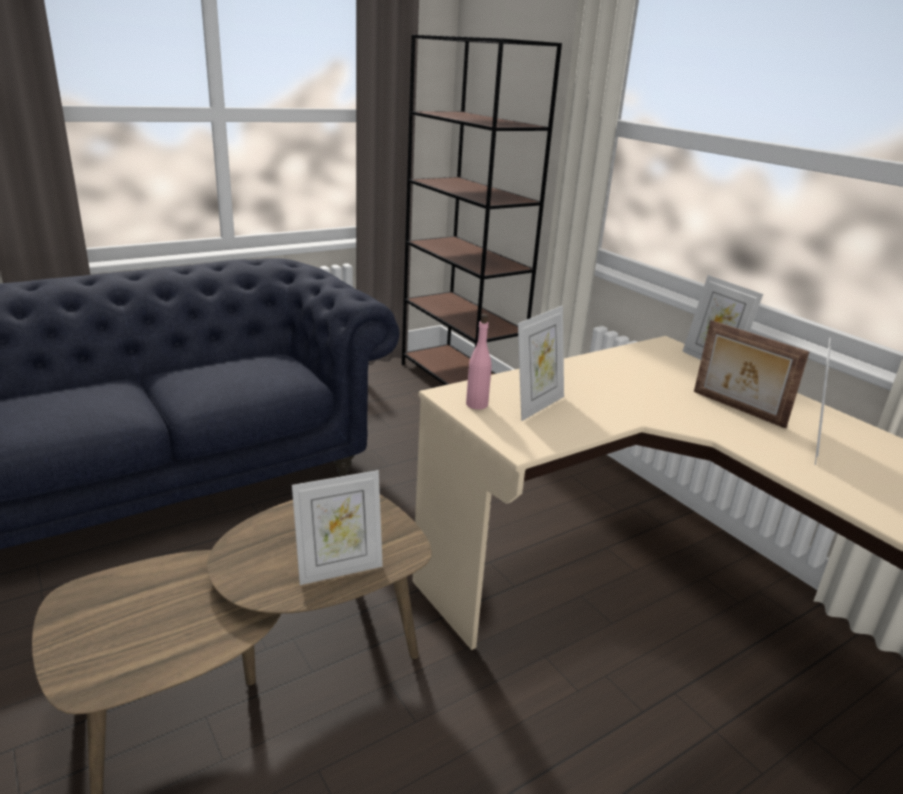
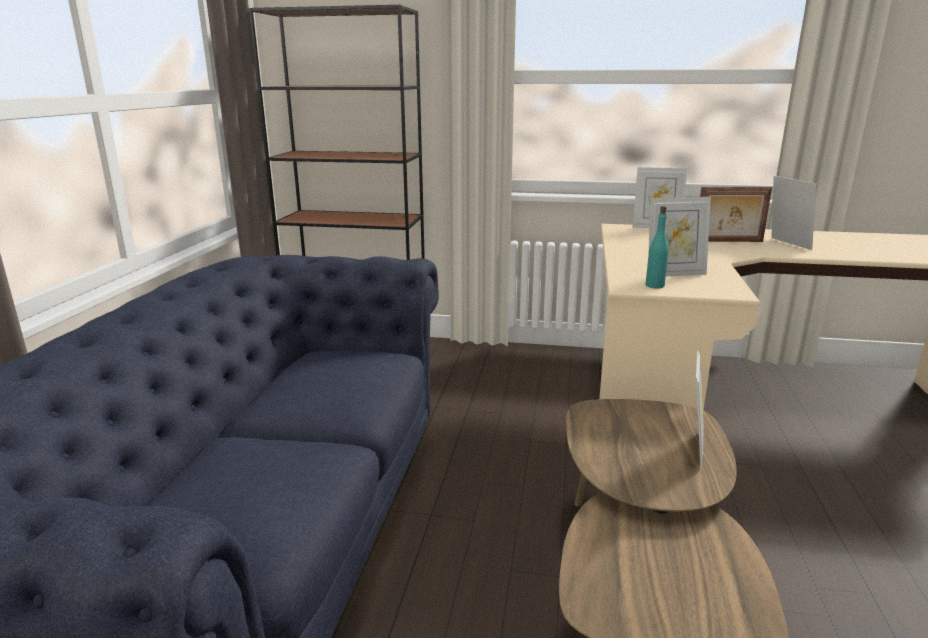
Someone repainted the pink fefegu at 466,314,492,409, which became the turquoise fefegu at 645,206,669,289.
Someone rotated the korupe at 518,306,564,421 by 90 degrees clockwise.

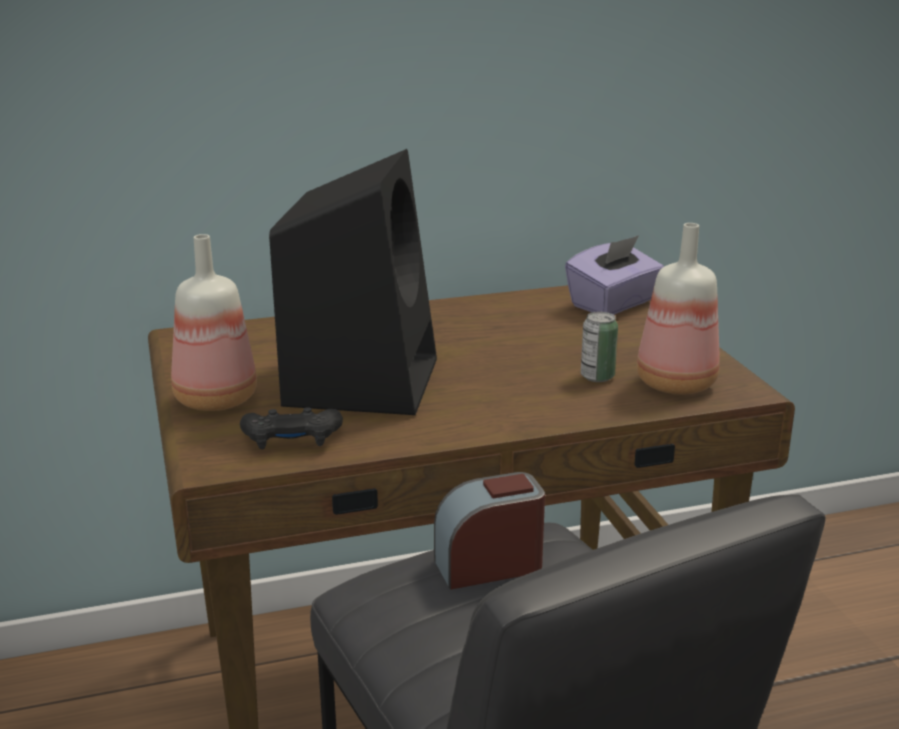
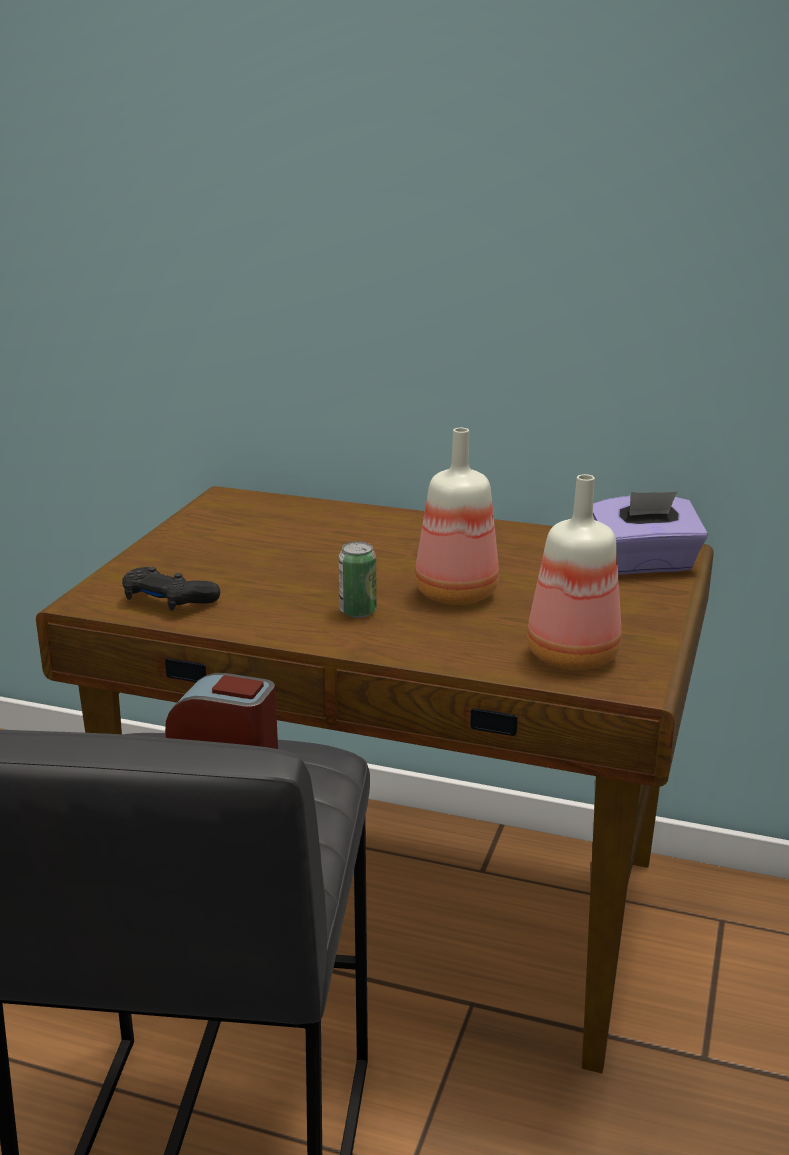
Someone carried the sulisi from 581,312,618,382 to 339,542,377,618.
Someone carried the fefegu from 171,234,257,411 to 415,428,499,605.
Someone took away the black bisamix at 269,149,437,415.

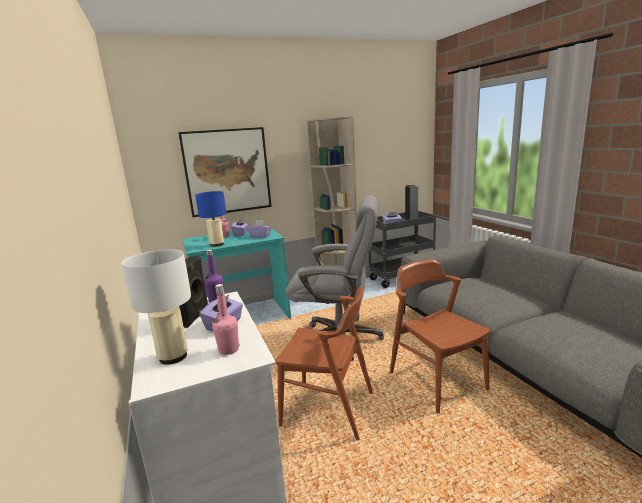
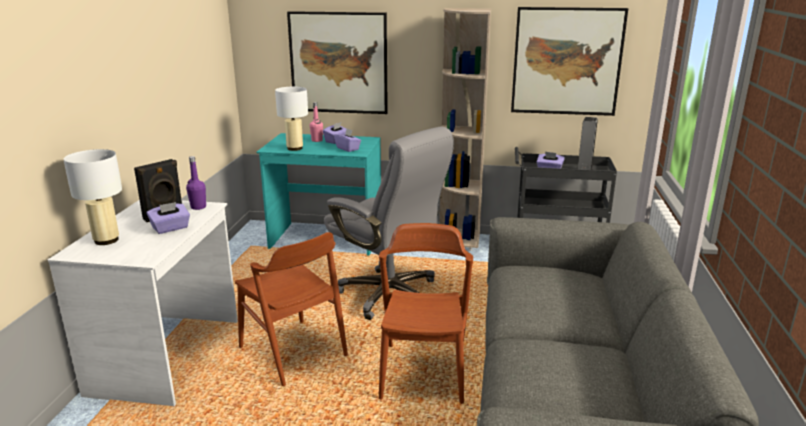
Someone repainted the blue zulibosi at 195,191,226,247, which became the white zulibosi at 275,87,308,151.
Someone put up the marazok at 511,7,628,116.
Someone took away the pink fefegu at 212,284,240,355.

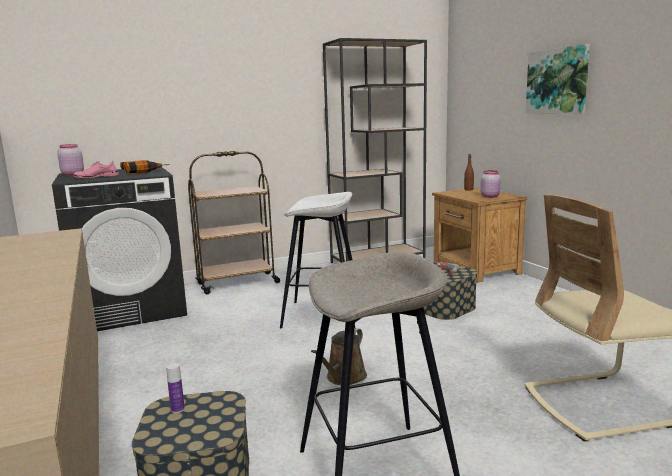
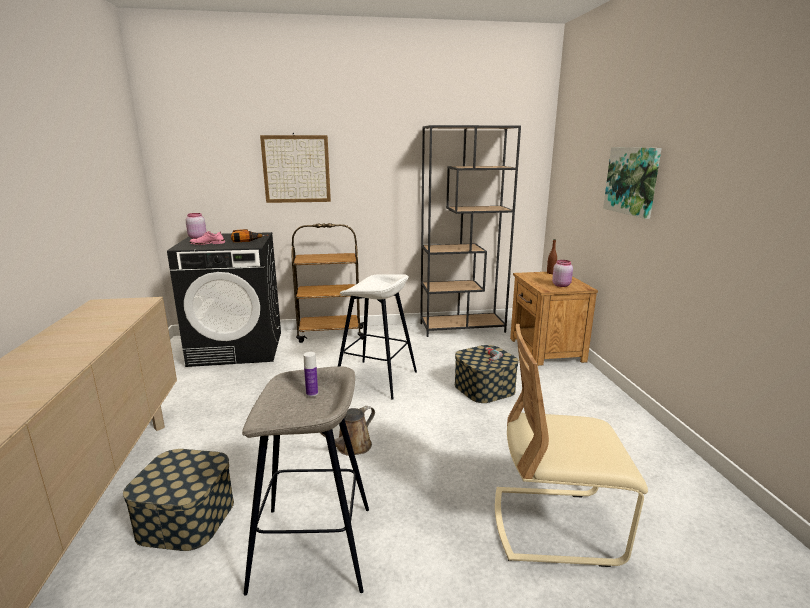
Someone put up the marazok at 260,133,331,203.
Someone carried the fefegu from 166,363,185,413 to 304,352,318,397.

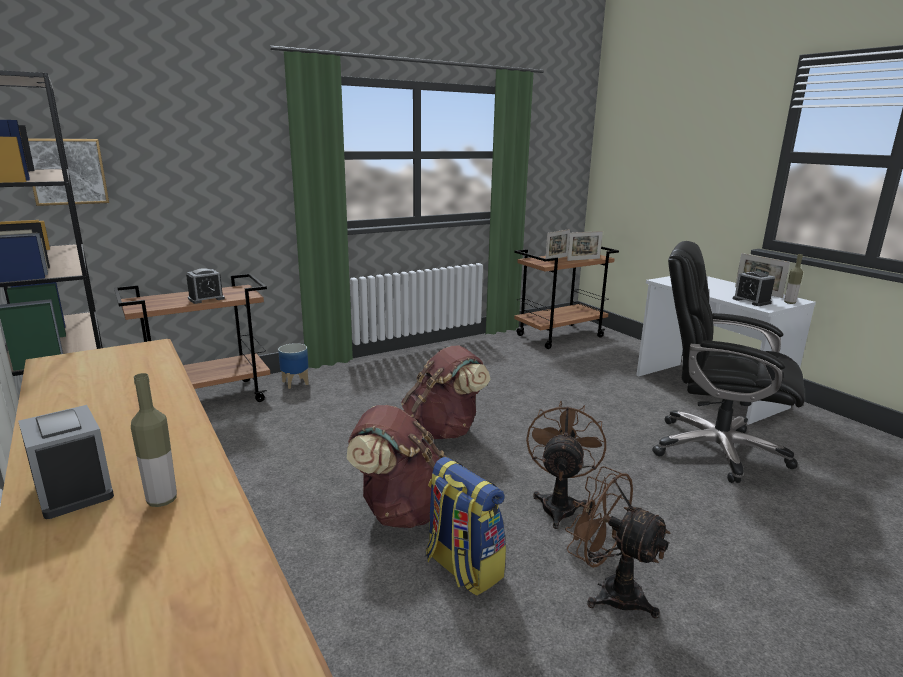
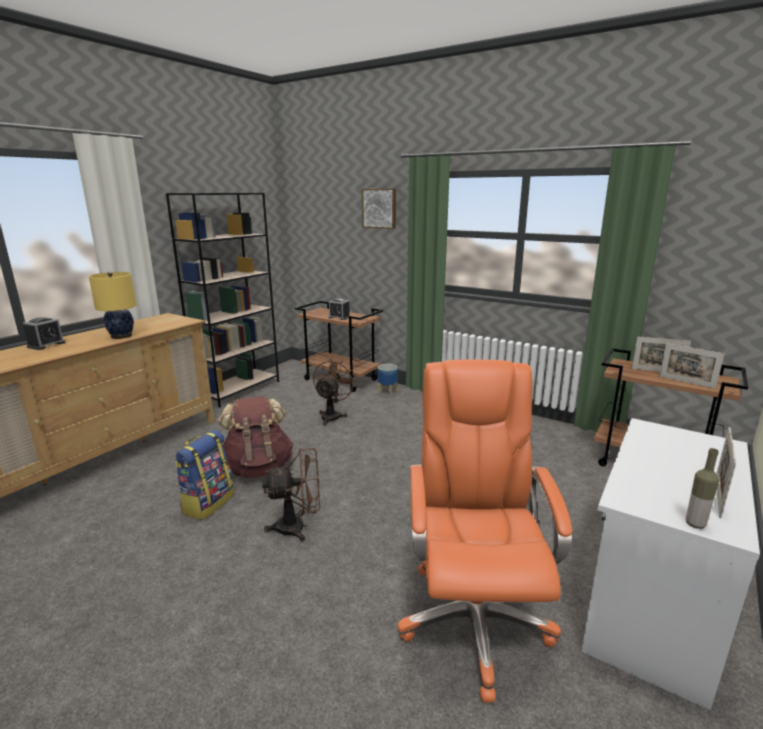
Someone put down the yellow zulibosi at 89,272,136,339.
Someone carried the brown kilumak from 565,466,671,619 to 313,359,356,426.
Someone carried the marazok from 28,138,109,206 to 362,188,396,229.
Someone repainted the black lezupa at 652,241,805,483, which became the orange lezupa at 398,360,573,703.
Someone took away the fefegu at 131,373,177,507.
Someone took away the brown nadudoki at 401,345,491,439.
Someone took away the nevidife at 733,271,775,306.

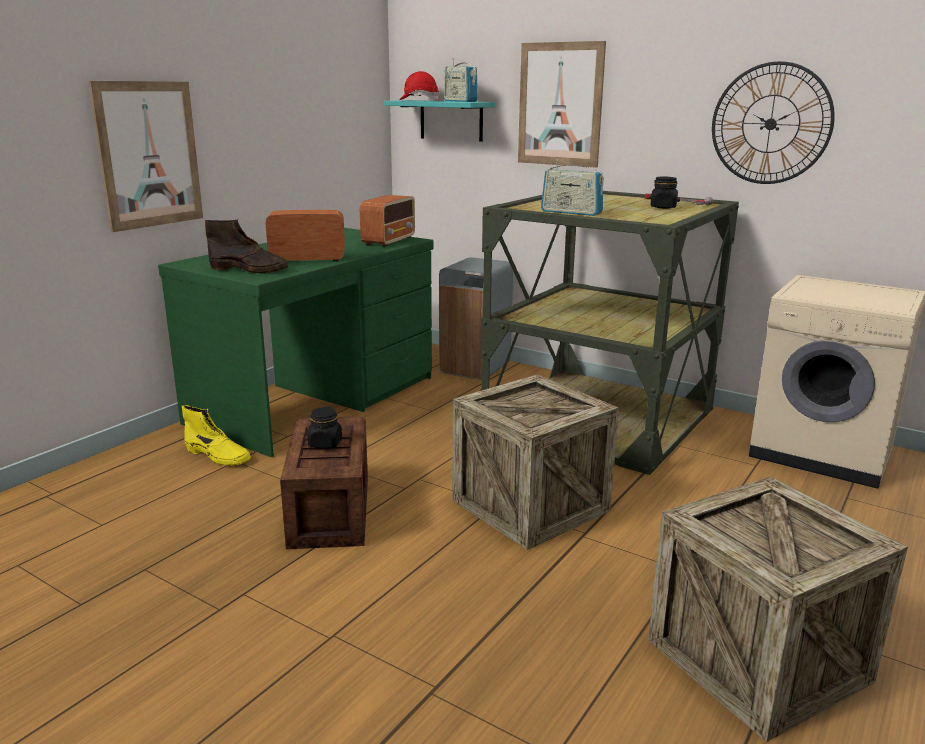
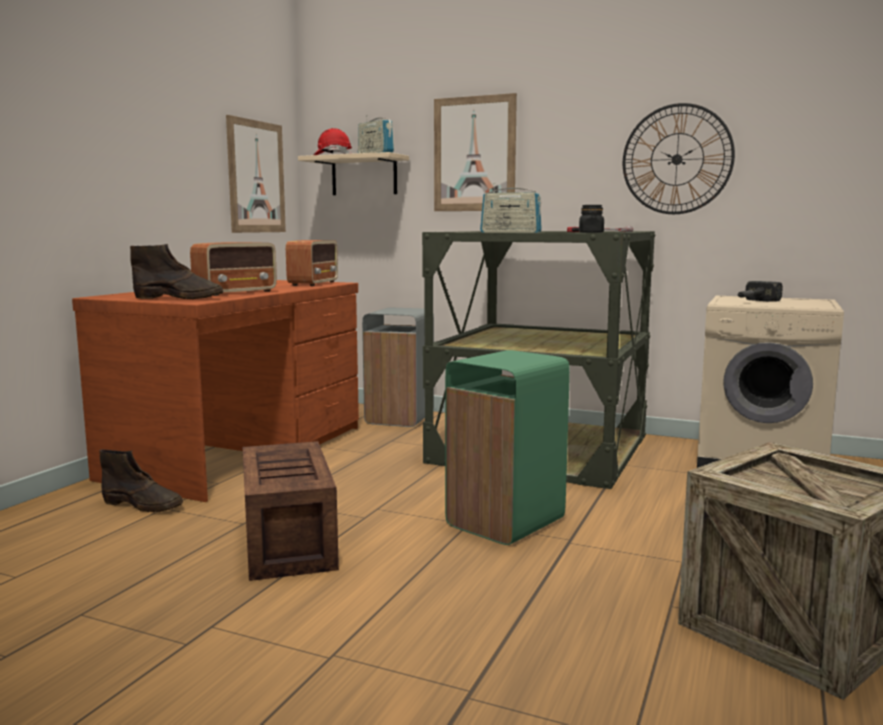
Someone repainted the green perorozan at 158,228,433,457, which became the brown perorozan at 72,280,359,502.
Someone repainted the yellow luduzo at 182,405,251,466, which became the brown luduzo at 99,449,183,512.
Someone rotated the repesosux at 266,210,345,261 by 150 degrees clockwise.
Someone carried the marazok from 88,81,203,232 to 226,115,286,233.
Someone repainted the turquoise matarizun at 384,100,495,142, which became the beige matarizun at 298,152,409,195.
Someone swapped the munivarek at 452,375,619,550 for the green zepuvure at 445,350,570,545.
Someone put down the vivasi at 737,281,783,302.
Someone took away the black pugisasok at 307,407,342,448.

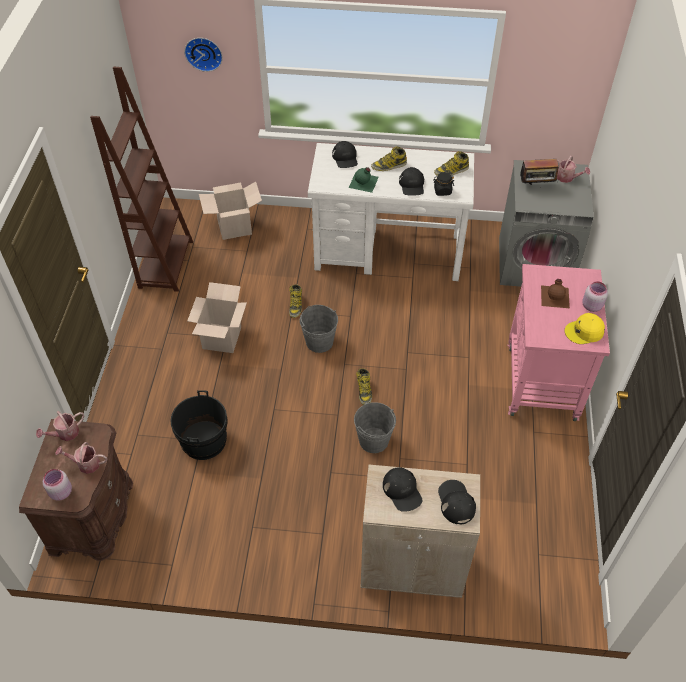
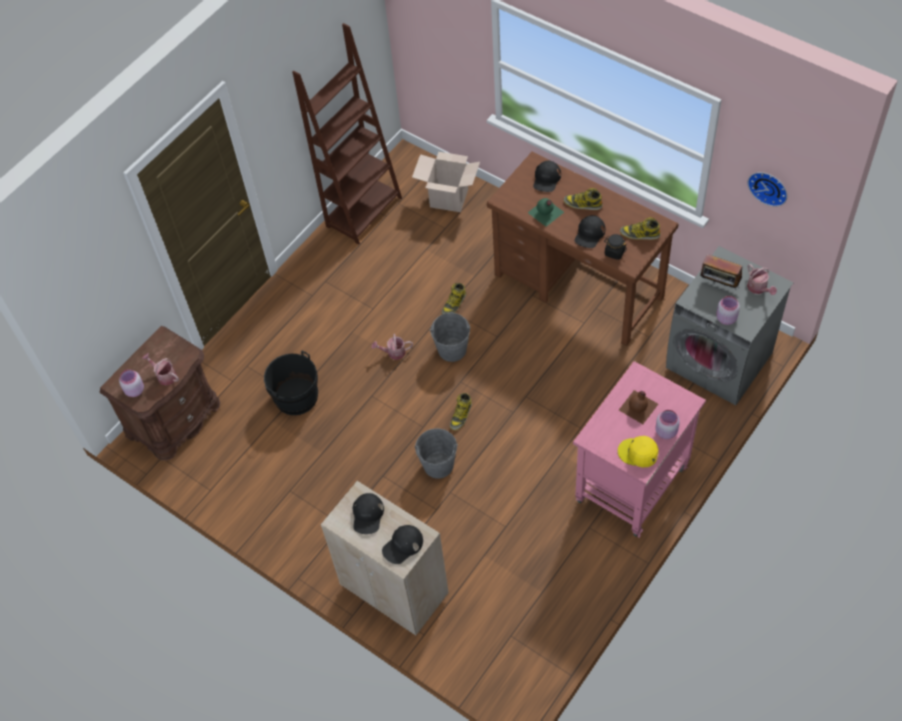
Someone carried the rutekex from 36,411,84,441 to 372,334,413,360.
Someone rotated the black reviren at 438,480,476,524 by 150 degrees counterclockwise.
Someone repainted the white perorozan at 308,143,474,281, which became the brown perorozan at 487,152,679,346.
Someone put down the pink pugisasok at 716,296,740,325.
Someone carried the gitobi from 184,38,223,72 to 748,172,787,207.
Someone took away the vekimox at 187,282,247,353.

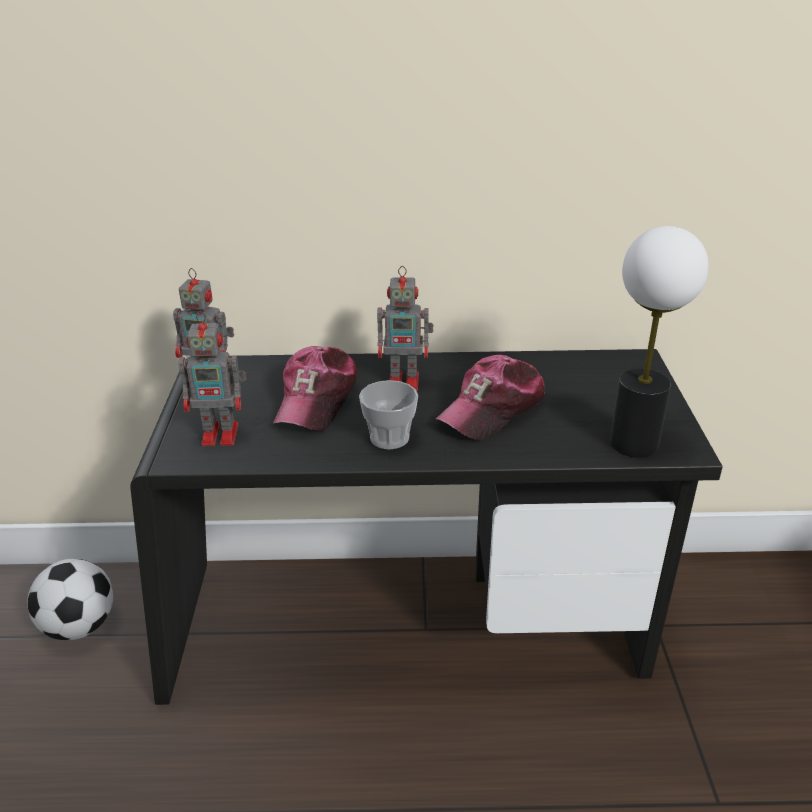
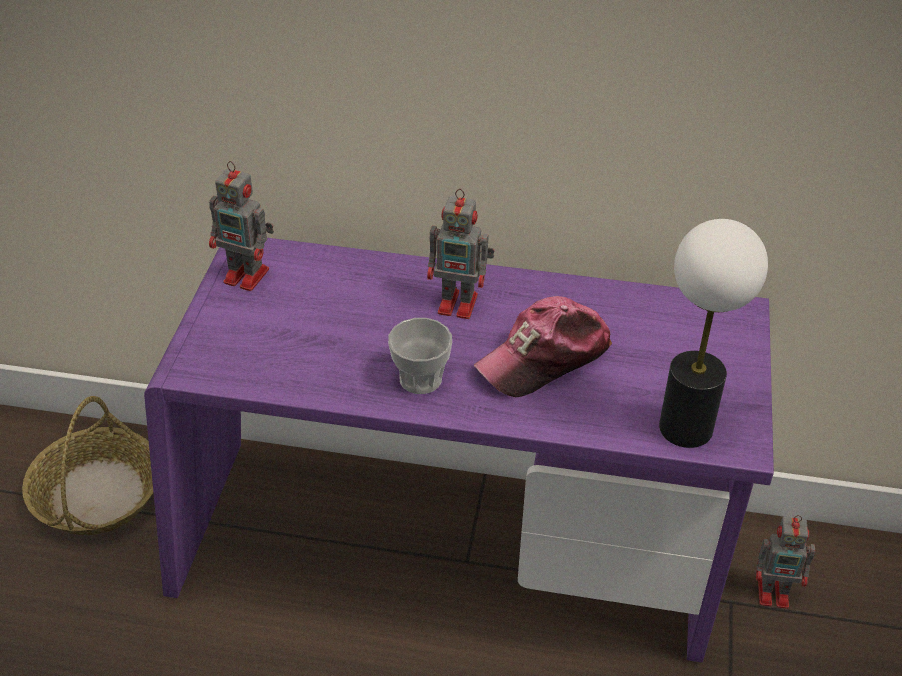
Someone swapped the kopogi at 27,559,113,640 for the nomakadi at 22,396,153,535.
Someone repainted the black perorozan at 130,349,723,705, which became the purple perorozan at 144,238,774,662.
Someone carried the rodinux from 178,312,246,446 to 756,515,815,609.
Someone took away the reviren at 273,346,358,431.

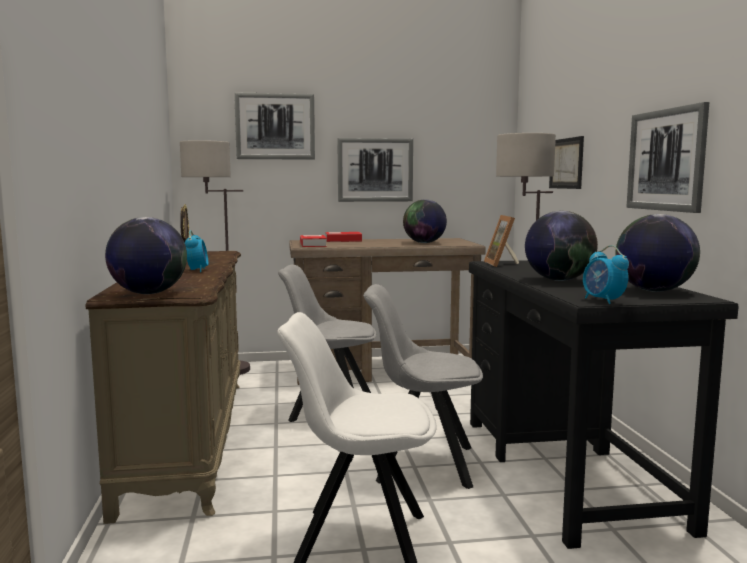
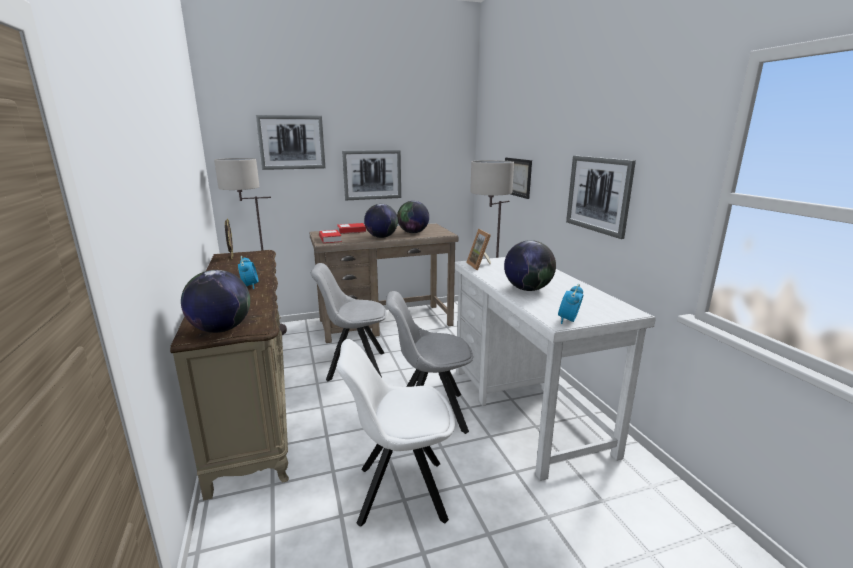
Someone carried the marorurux from 615,214,700,292 to 364,204,398,238.
Someone repainted the black perorozan at 469,260,738,549, which became the white perorozan at 455,257,656,481.
Someone rotated the nevidife at 583,245,629,304 by 60 degrees clockwise.

